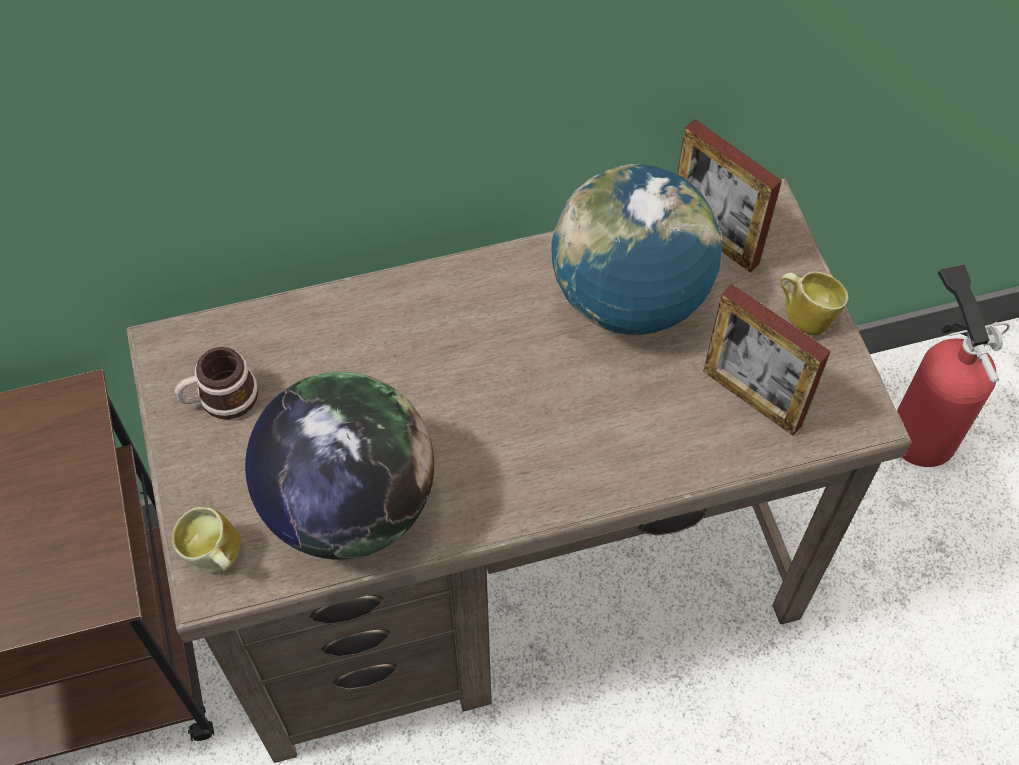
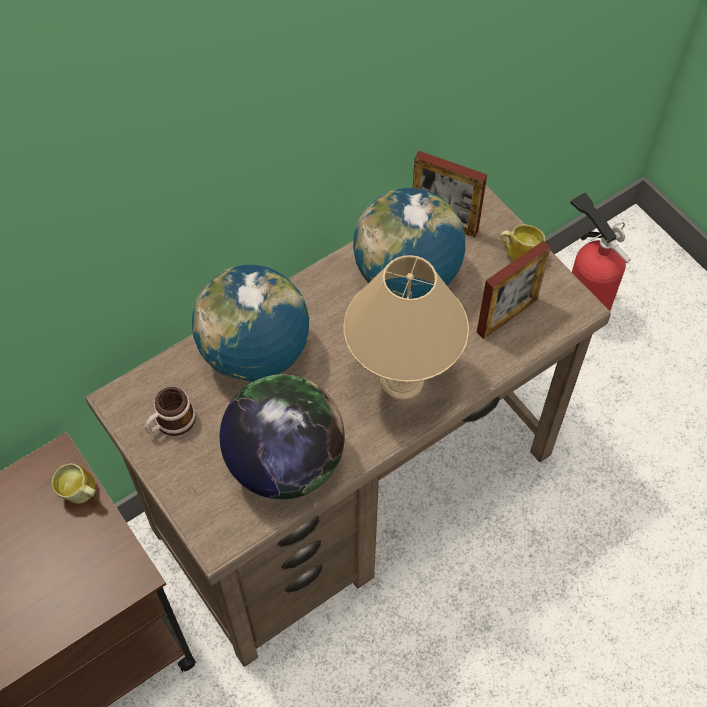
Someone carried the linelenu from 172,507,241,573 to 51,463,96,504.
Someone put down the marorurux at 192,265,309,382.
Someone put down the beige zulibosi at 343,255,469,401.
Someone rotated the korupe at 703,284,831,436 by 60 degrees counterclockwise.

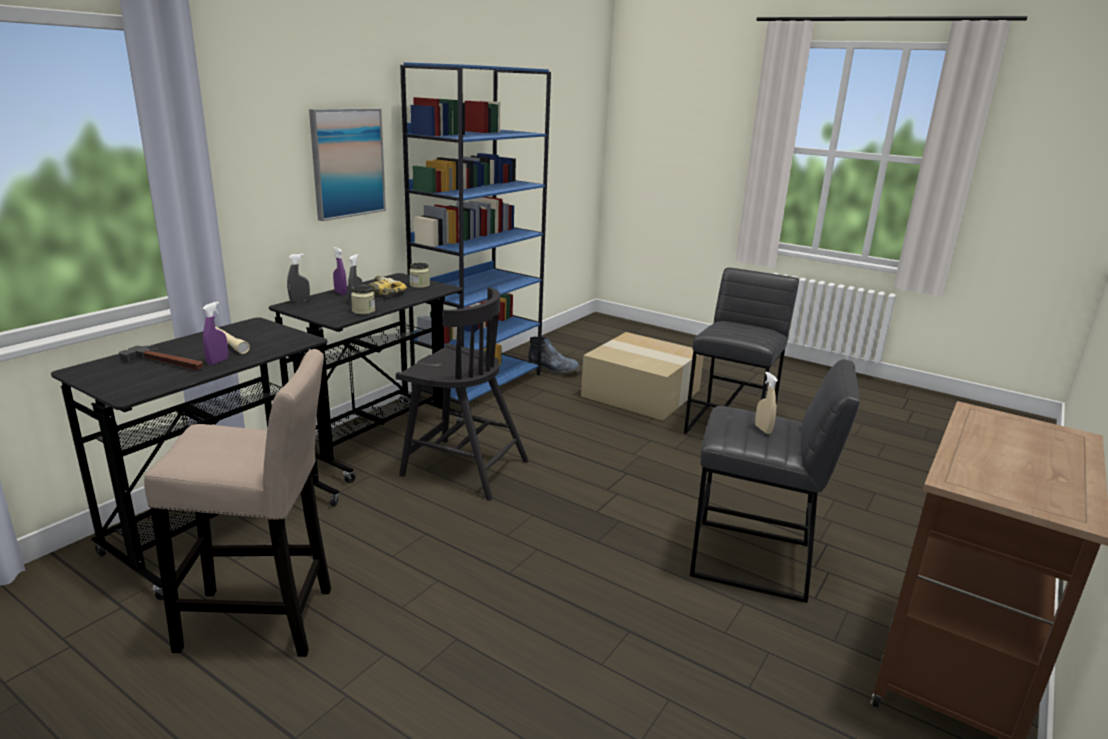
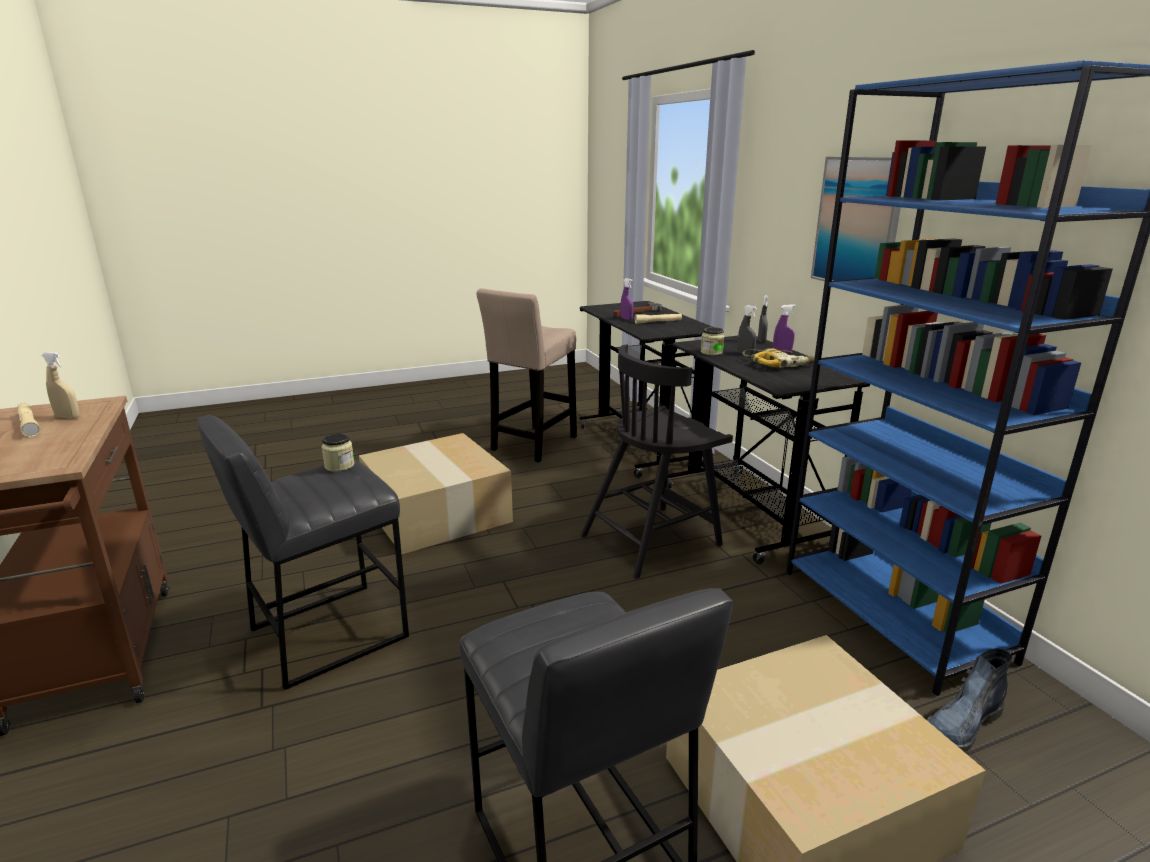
Someone put down the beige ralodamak at 17,403,40,437.
Someone carried the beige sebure from 755,372,778,434 to 41,352,79,419.
Someone carried the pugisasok from 409,263,430,288 to 321,433,354,472.
Someone put down the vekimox at 359,433,513,554.

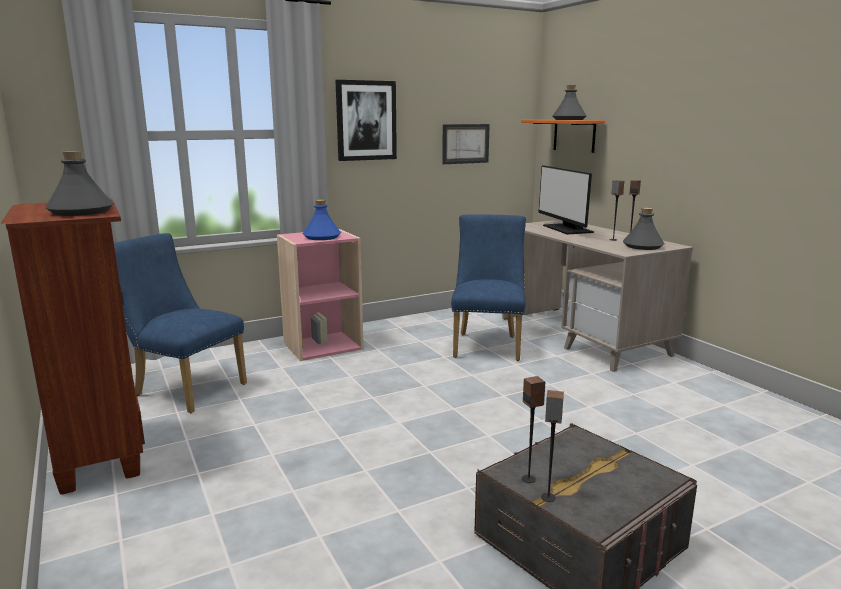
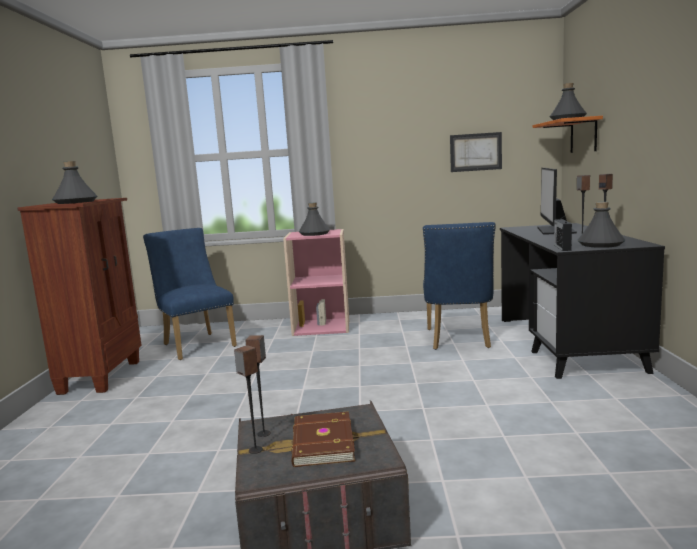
Someone put down the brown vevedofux at 292,411,355,467.
Someone repainted the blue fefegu at 303,200,341,240, which became the grey fefegu at 299,202,330,236.
Someone rotated the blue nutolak at 451,214,526,361 by 150 degrees clockwise.
Someone repainted the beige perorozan at 502,220,693,372, which became the black perorozan at 500,223,665,379.
Someone put down the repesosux at 554,215,572,251.
Someone took away the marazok at 335,80,397,161.

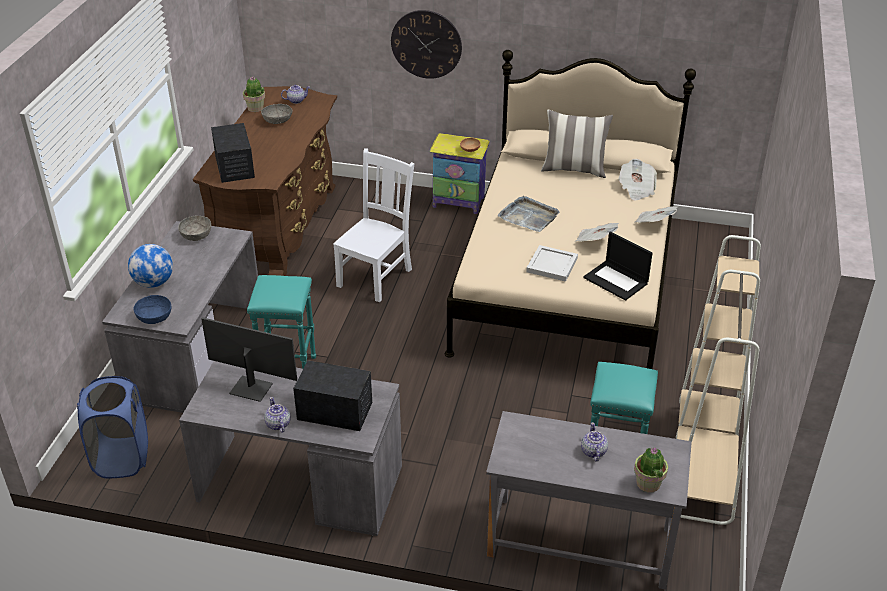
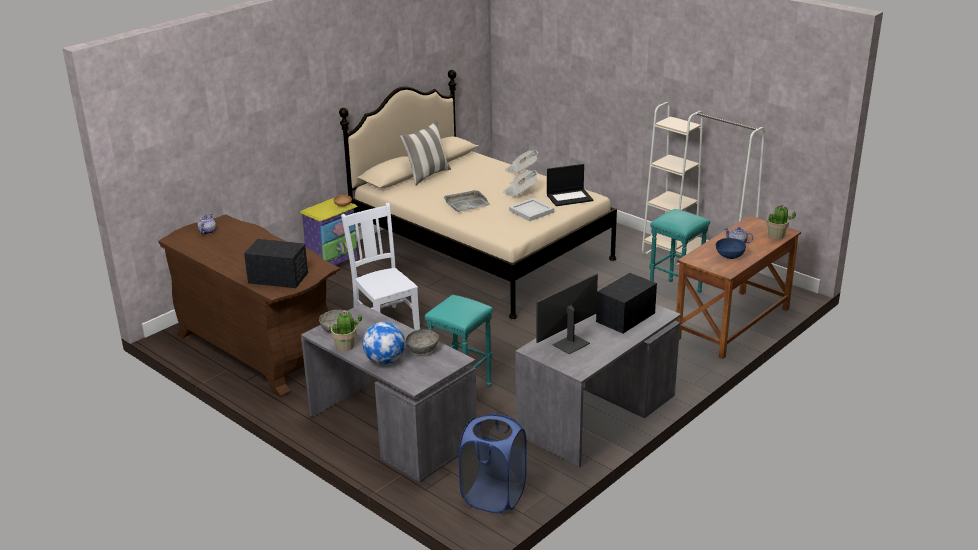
Someone carried the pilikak from 243,77,265,112 to 331,310,362,351.
Someone carried the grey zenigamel from 261,104,292,124 to 405,330,439,354.
Someone repainted the grey perorozan at 486,411,692,589, which became the brown perorozan at 675,215,801,359.
Someone carried the blue zenigamel from 134,295,171,324 to 716,238,746,259.
Someone took away the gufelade at 264,397,291,432.
Someone took away the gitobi at 391,10,462,79.
Someone took away the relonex at 618,159,657,201.

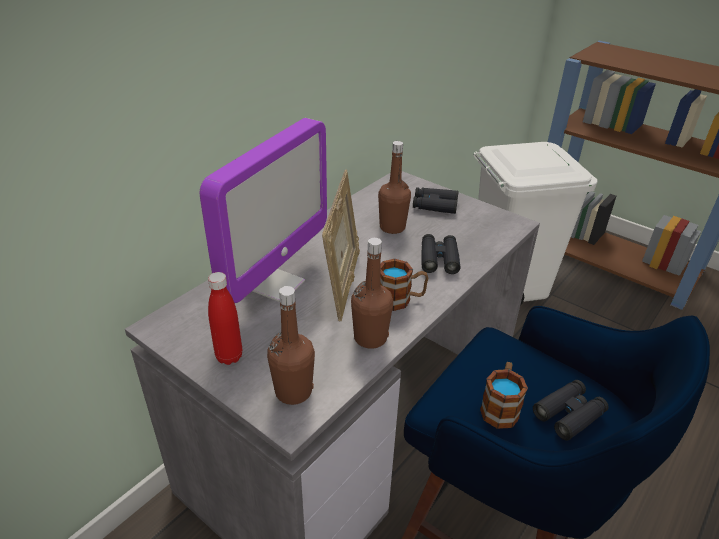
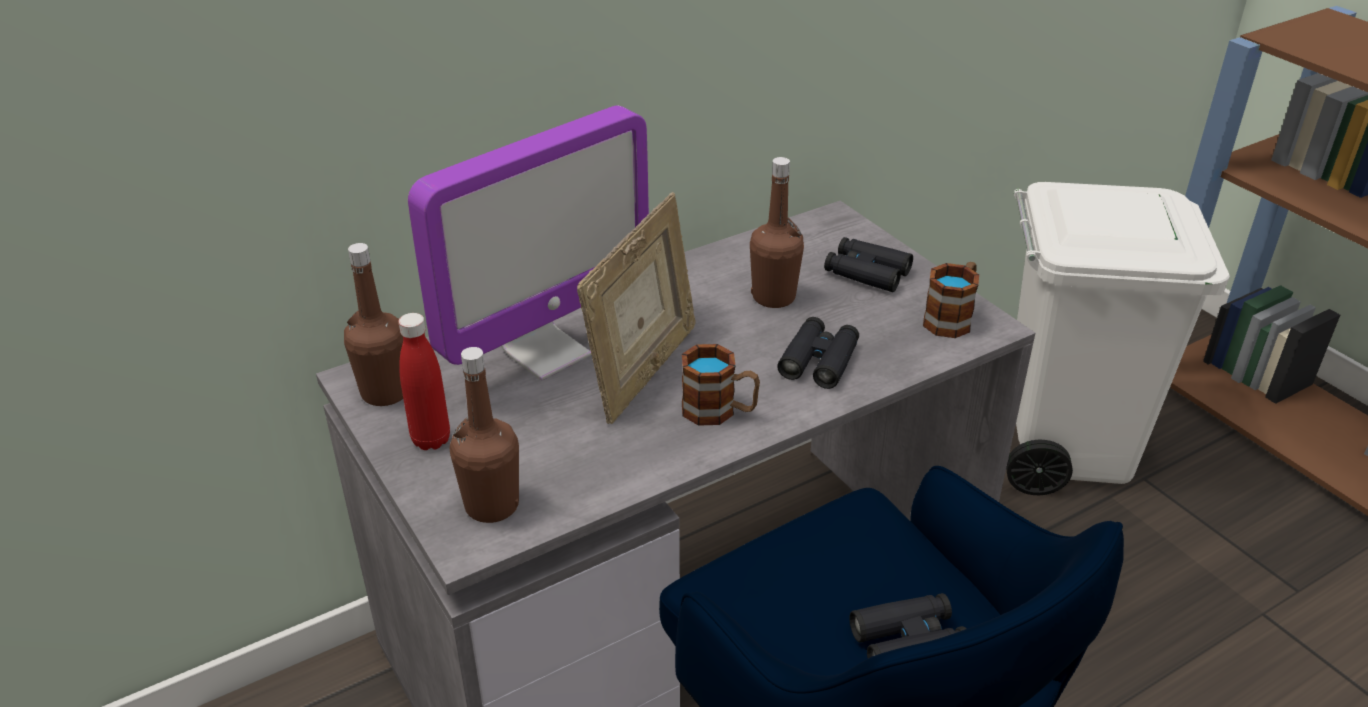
Someone carried the brown fefegu from 351,238,393,349 to 344,243,403,406.
Someone carried the linelenu from 480,362,528,429 to 923,262,979,338.

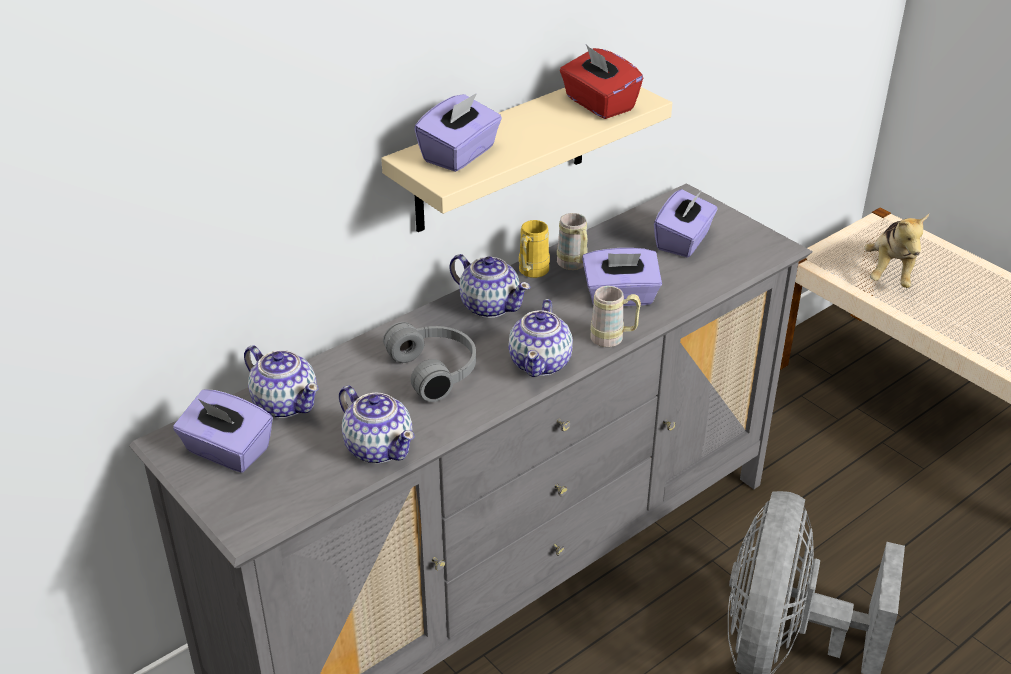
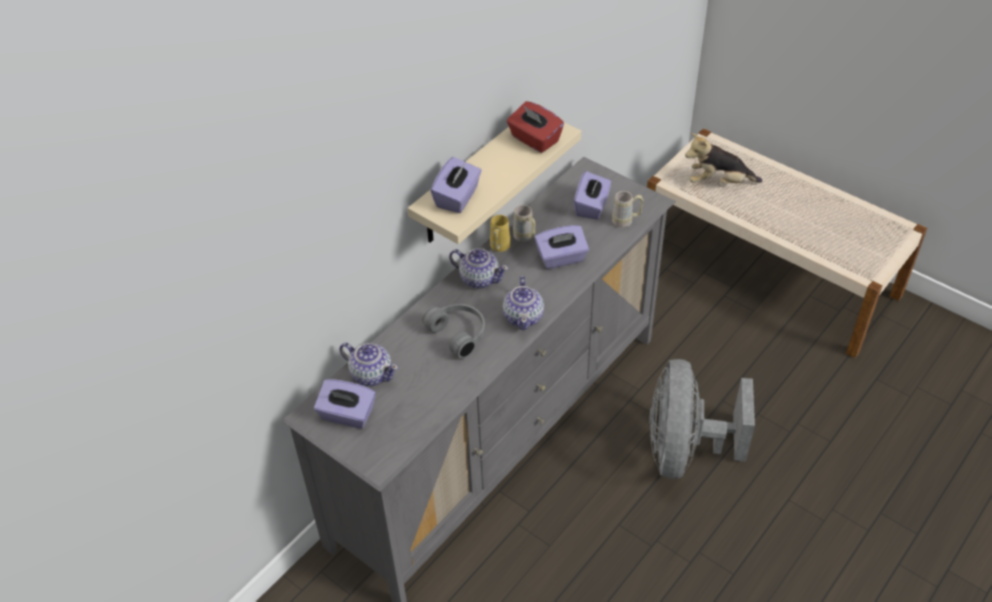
Someone carried the beige linelenu from 590,286,641,347 to 612,191,643,228.
Someone rotated the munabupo at 865,214,929,288 by 90 degrees clockwise.
Someone took away the gufelade at 339,386,415,464.

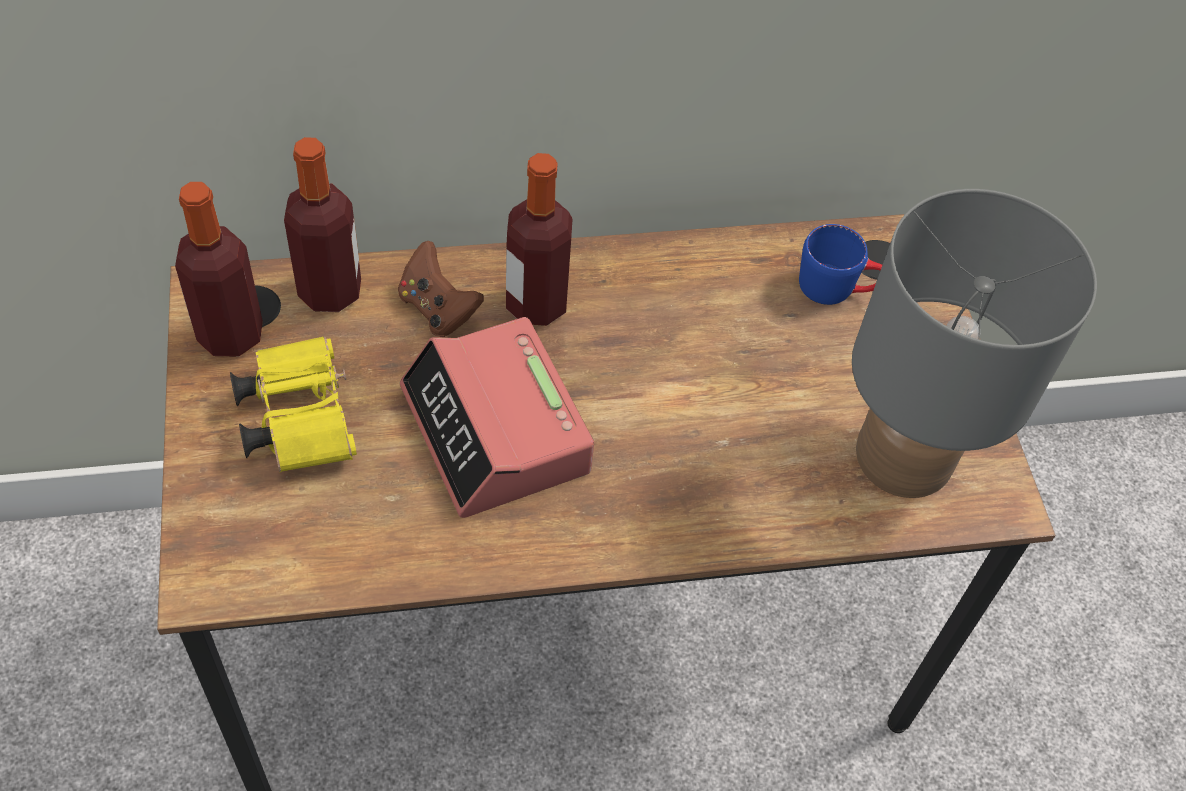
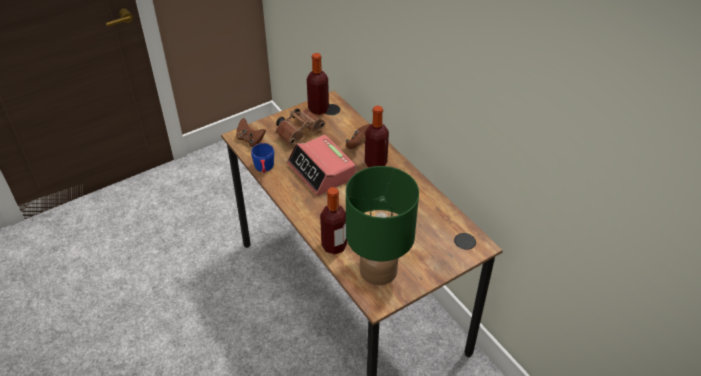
Someone put down the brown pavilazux at 236,118,266,147.
Someone carried the blue linelenu from 799,224,882,305 to 251,143,274,174.
Someone repainted the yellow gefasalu at 230,336,357,472, which became the brown gefasalu at 276,109,325,145.
Someone rotated the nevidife at 400,317,594,518 by 75 degrees counterclockwise.
Someone carried the fefegu from 284,137,361,312 to 320,187,347,255.
Someone repainted the grey zulibosi at 852,189,1097,498, which became the green zulibosi at 346,166,419,285.

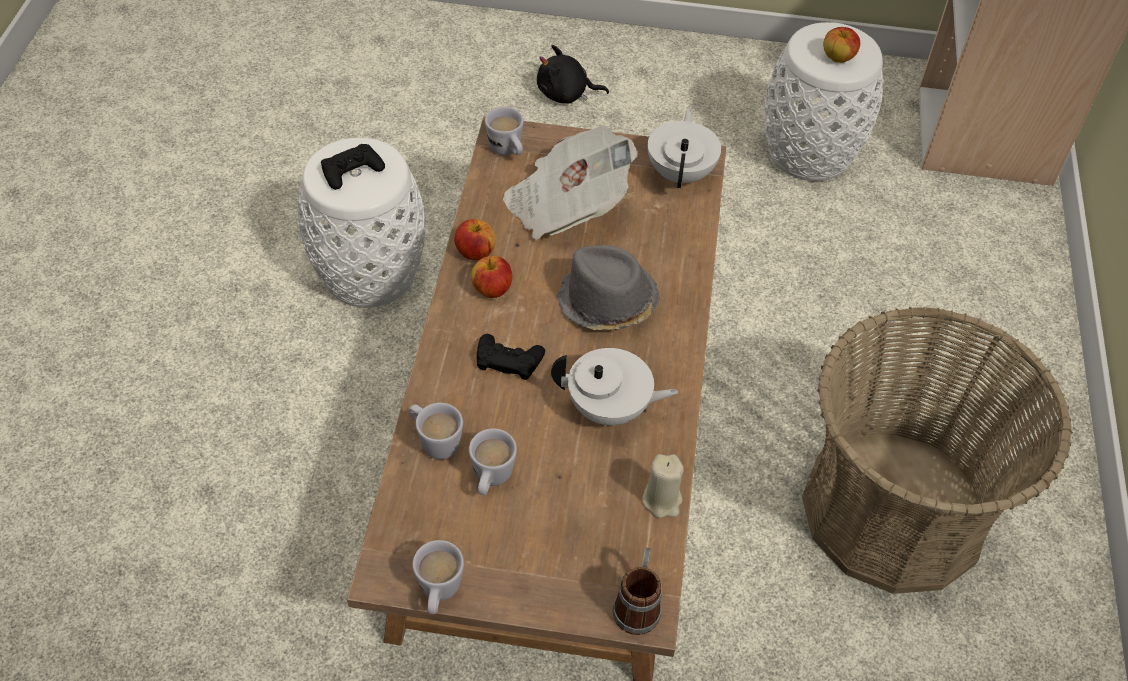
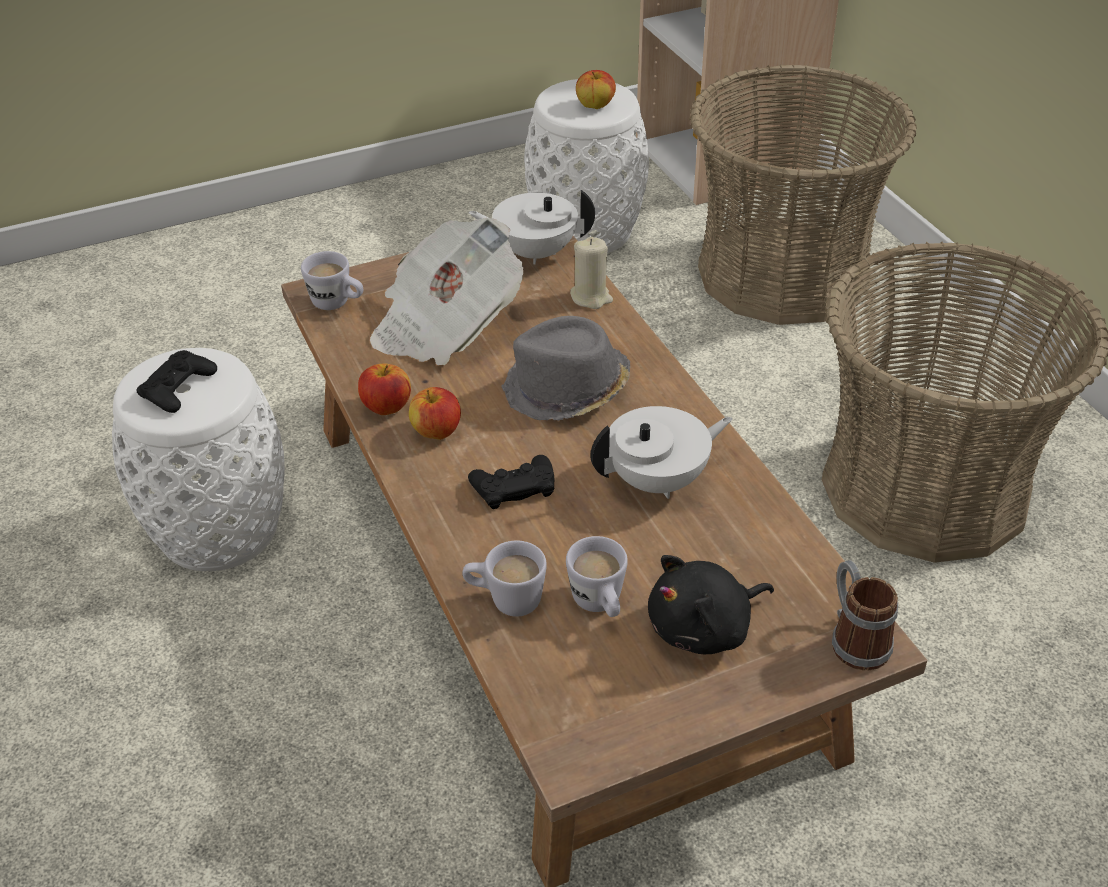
Someone rotated the white gufelade at 648,108,721,188 by 60 degrees counterclockwise.
Someone carried the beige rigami from 642,454,684,518 to 570,237,613,309.
Someone carried the black munabupo from 537,45,609,104 to 648,555,774,654.
Someone put down the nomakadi at 689,64,917,325.
Someone took away the white linelenu at 412,540,464,614.

